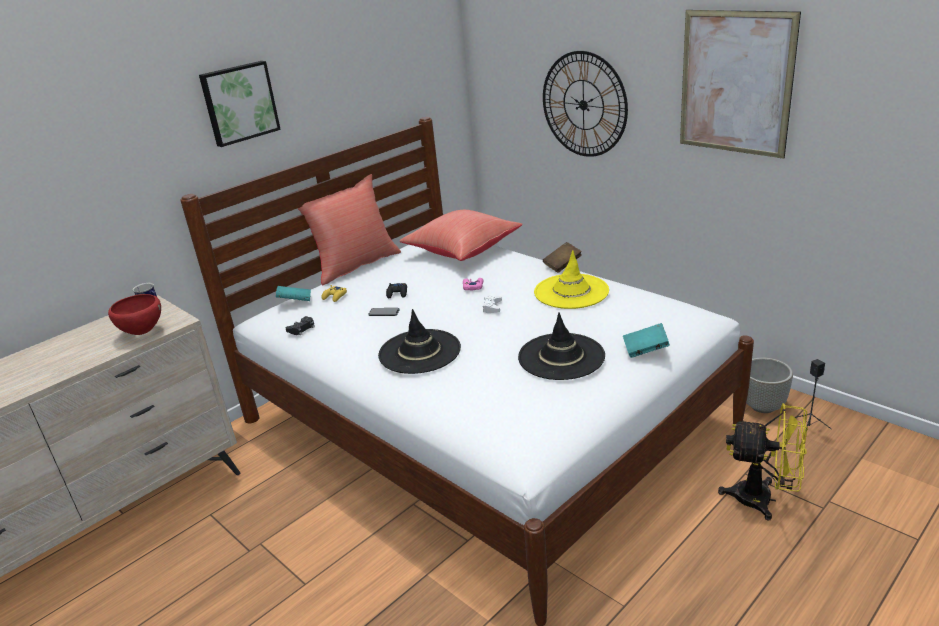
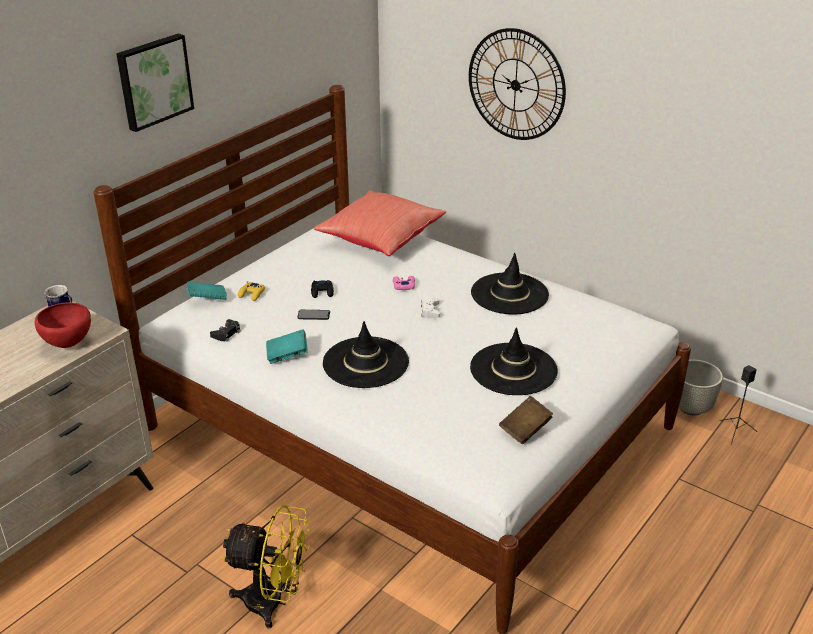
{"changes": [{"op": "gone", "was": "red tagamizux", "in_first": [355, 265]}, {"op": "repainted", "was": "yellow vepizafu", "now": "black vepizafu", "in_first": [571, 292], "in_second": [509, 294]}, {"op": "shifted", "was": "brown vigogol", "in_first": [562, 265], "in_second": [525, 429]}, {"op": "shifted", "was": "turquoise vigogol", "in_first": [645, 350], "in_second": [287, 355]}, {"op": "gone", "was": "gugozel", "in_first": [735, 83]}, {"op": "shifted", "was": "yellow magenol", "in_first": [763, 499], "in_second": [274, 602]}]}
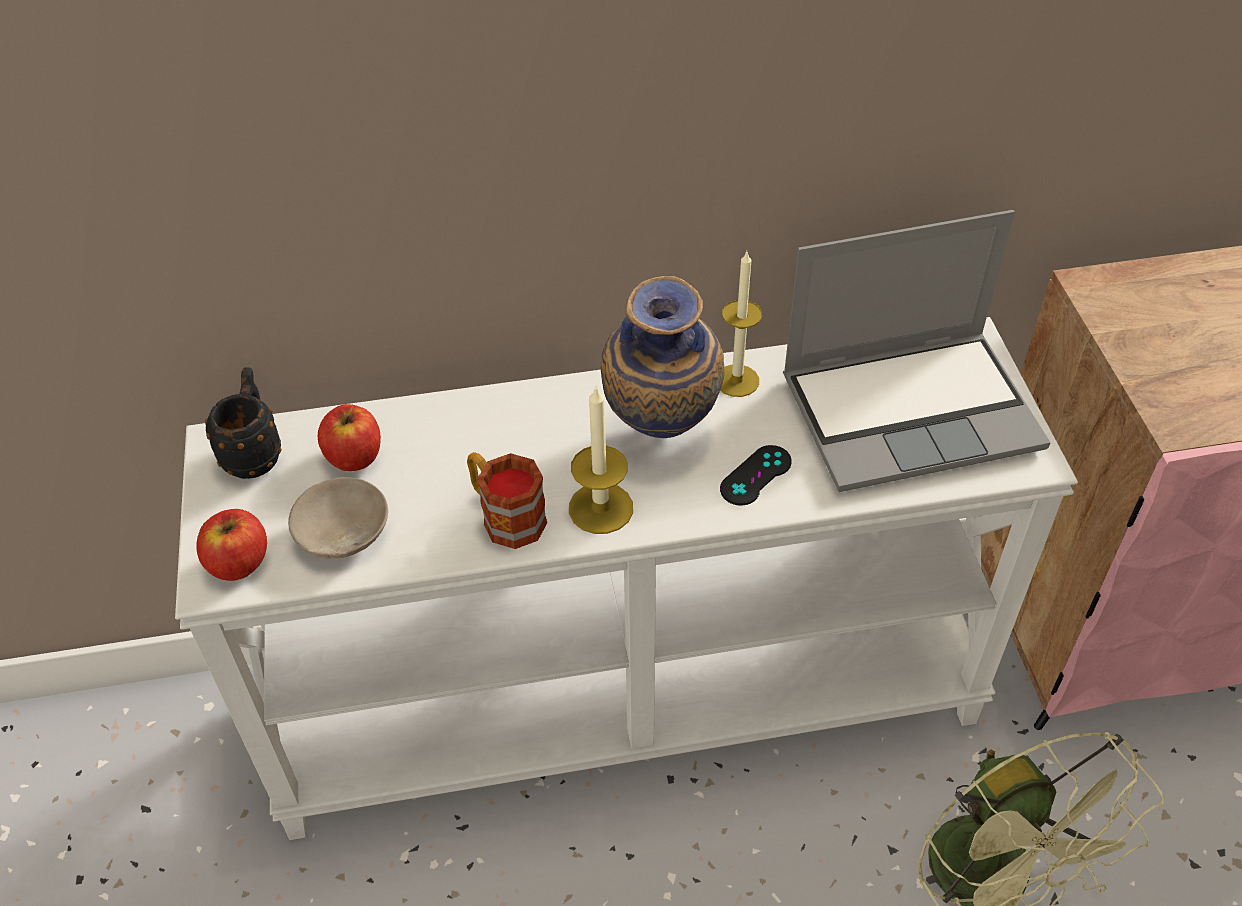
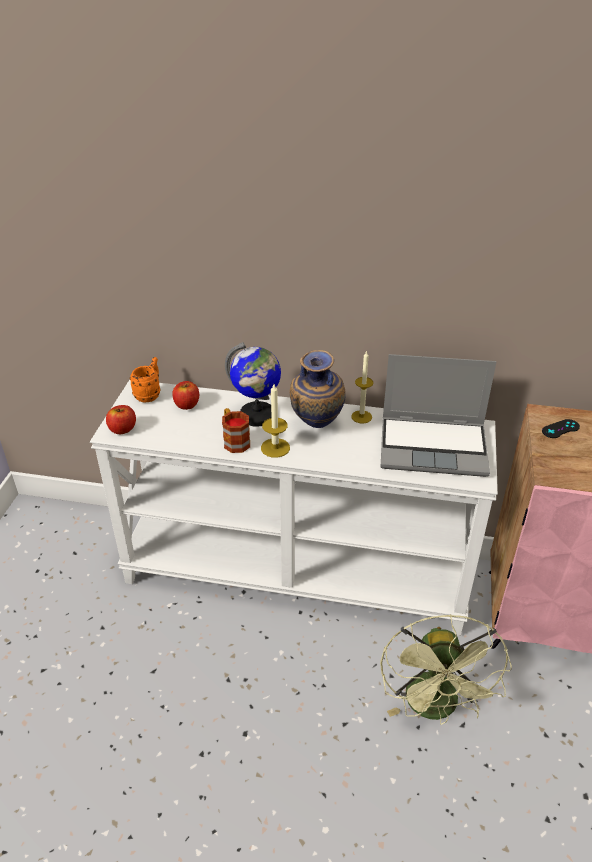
{"changes": [{"op": "repainted", "was": "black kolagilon", "now": "orange kolagilon", "in_first": [255, 452], "in_second": [150, 394]}, {"op": "gone", "was": "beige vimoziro", "in_first": [344, 531]}, {"op": "shifted", "was": "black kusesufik", "in_first": [756, 475], "in_second": [560, 429]}, {"op": "new", "now": "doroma", "in_second": [257, 416]}]}
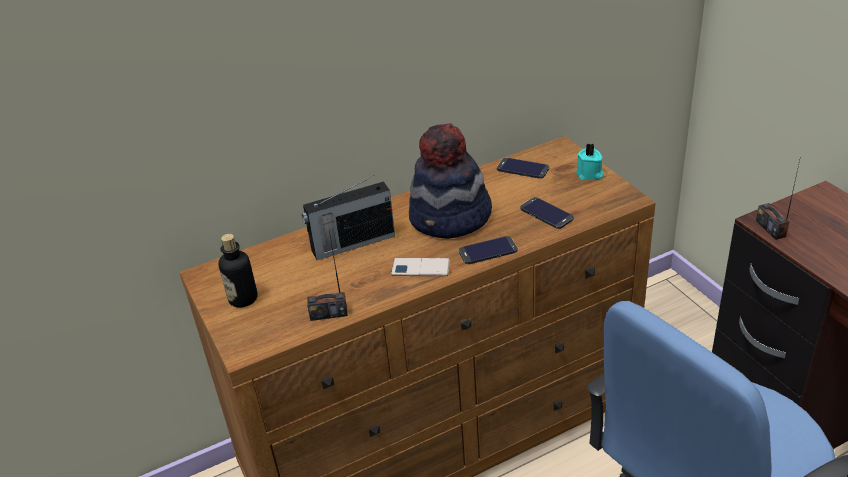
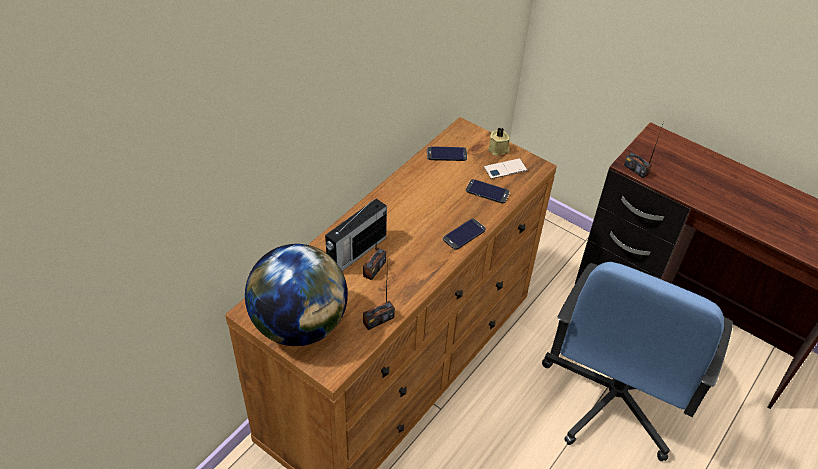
{"changes": [{"op": "swapped", "was": "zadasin", "now": "doroma", "in_first": [243, 298], "in_second": [300, 325]}, {"op": "shifted", "was": "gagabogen", "in_first": [420, 268], "in_second": [505, 169]}, {"op": "gone", "was": "vepizafu", "in_first": [450, 218]}, {"op": "repainted", "was": "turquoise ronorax", "now": "beige ronorax", "in_first": [590, 174], "in_second": [498, 149]}, {"op": "new", "now": "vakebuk", "in_second": [374, 268]}]}
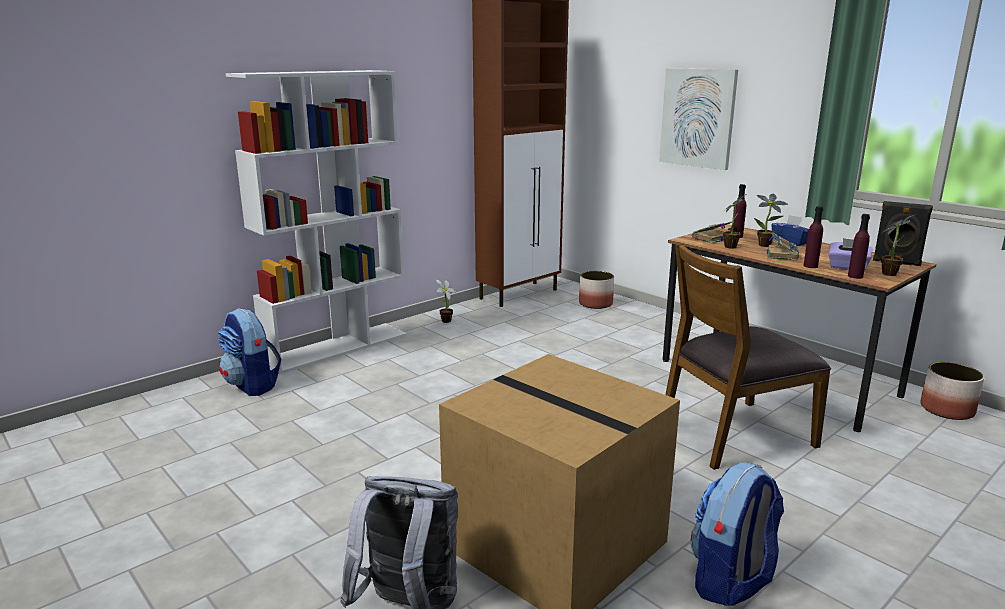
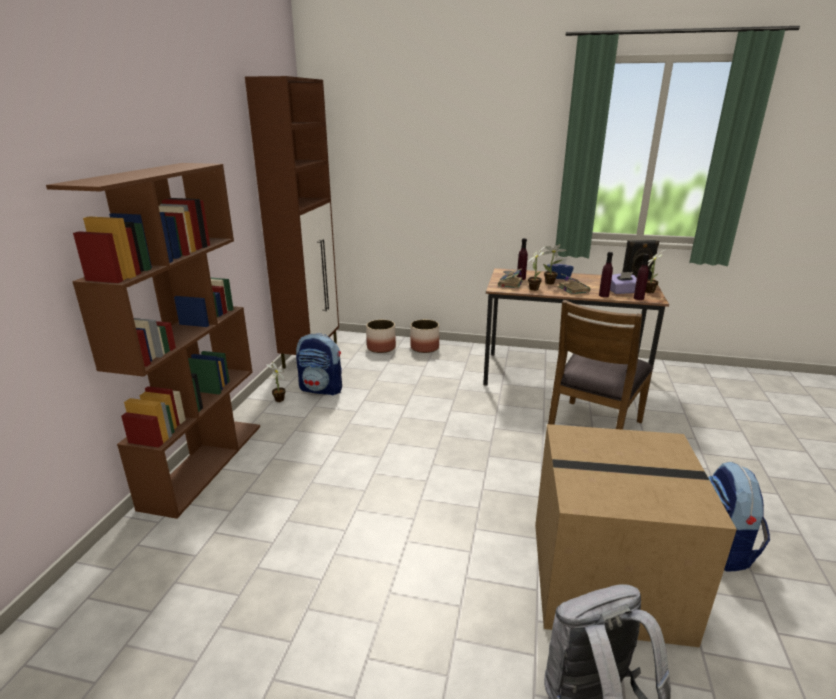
{"changes": [{"op": "shifted", "was": "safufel", "in_first": [252, 385], "in_second": [322, 389]}, {"op": "repainted", "was": "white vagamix", "now": "brown vagamix", "in_first": [337, 347], "in_second": [204, 463]}, {"op": "gone", "was": "gugozel", "in_first": [698, 118]}, {"op": "shifted", "was": "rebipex", "in_first": [947, 410], "in_second": [424, 347]}]}
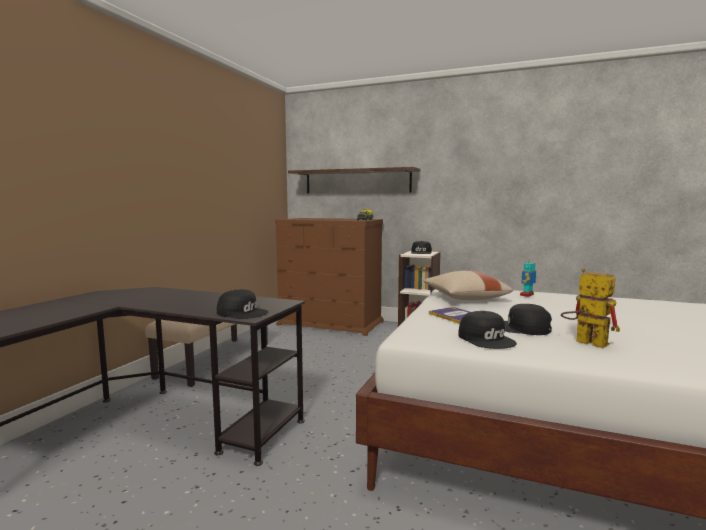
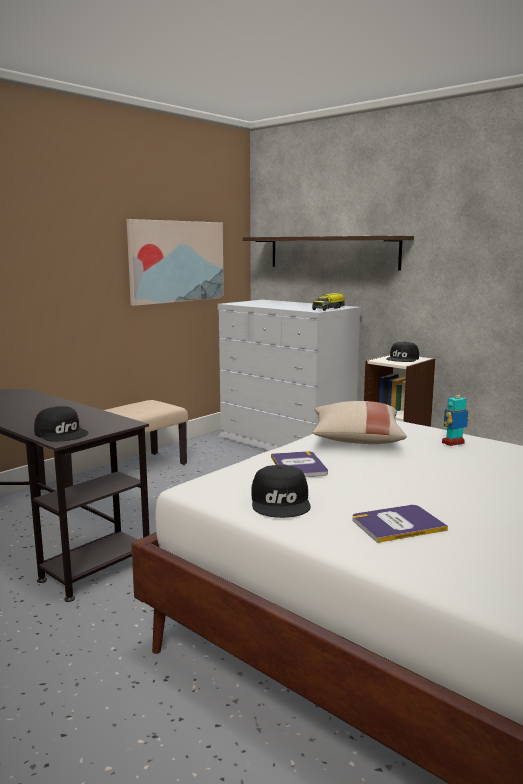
{"changes": [{"op": "repainted", "was": "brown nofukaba", "now": "white nofukaba", "in_first": [331, 323], "in_second": [287, 443]}, {"op": "gone", "was": "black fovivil", "in_first": [522, 328]}, {"op": "swapped", "was": "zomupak", "now": "vigogol", "in_first": [584, 342], "in_second": [397, 524]}, {"op": "new", "now": "gugozel", "in_second": [176, 261]}]}
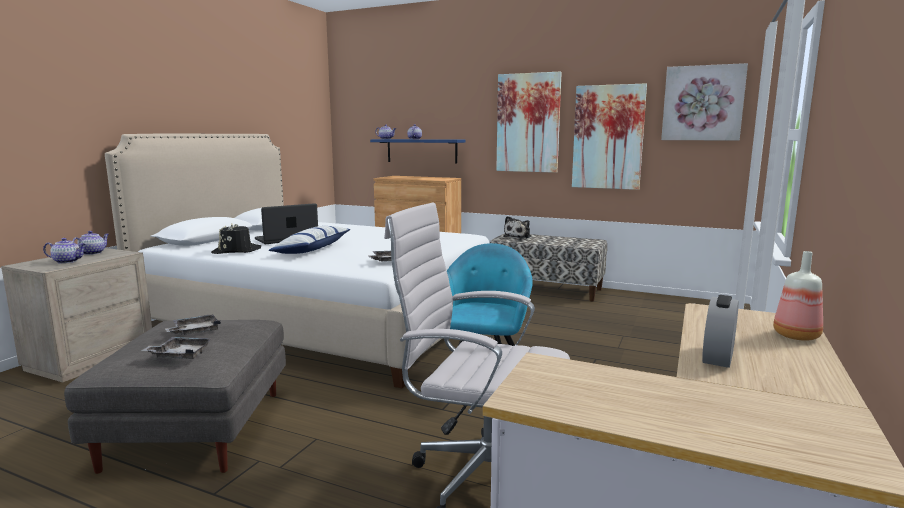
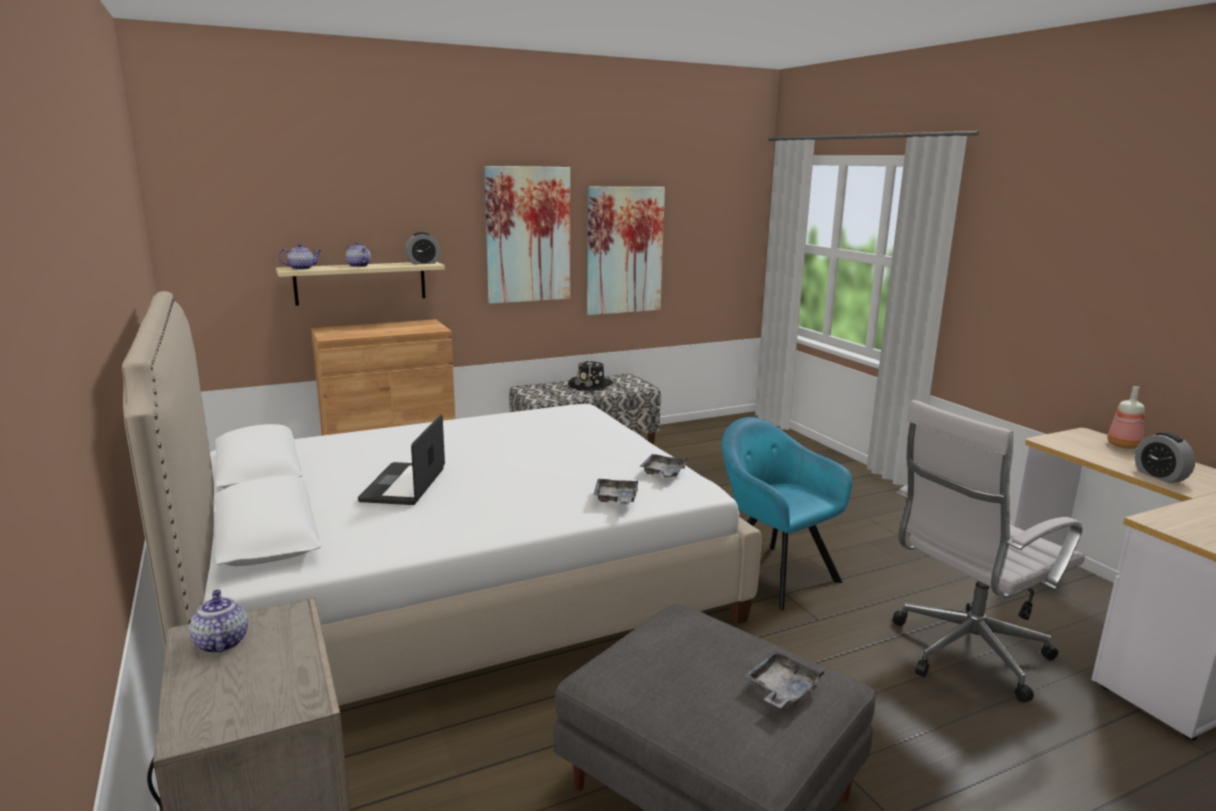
{"changes": [{"op": "gone", "was": "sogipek", "in_first": [68, 261]}, {"op": "shifted", "was": "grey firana", "in_first": [195, 331], "in_second": [616, 499]}, {"op": "shifted", "was": "black vepizafu", "in_first": [236, 251], "in_second": [591, 385]}, {"op": "gone", "was": "tagamizux", "in_first": [312, 249]}, {"op": "repainted", "was": "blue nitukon", "now": "beige nitukon", "in_first": [421, 151], "in_second": [361, 283]}, {"op": "gone", "was": "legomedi", "in_first": [518, 236]}, {"op": "gone", "was": "gugozel", "in_first": [702, 103]}, {"op": "new", "now": "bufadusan", "in_second": [423, 263]}]}
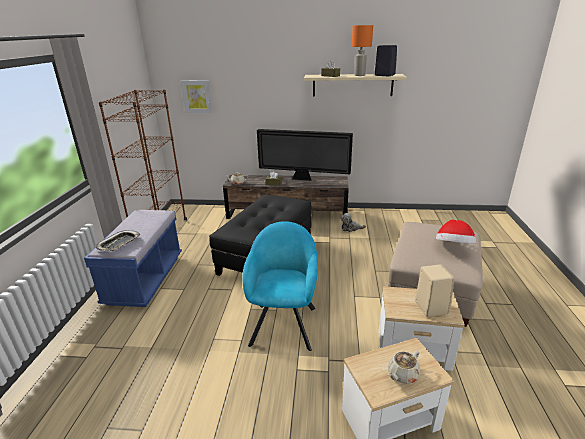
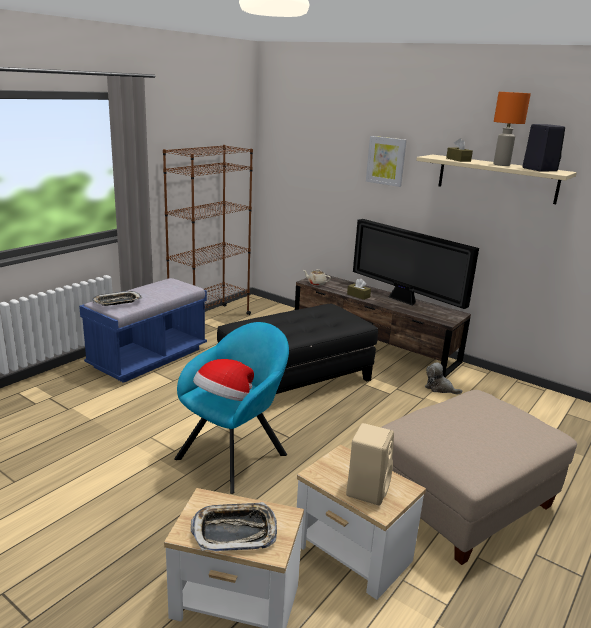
{"changes": [{"op": "shifted", "was": "gugozel", "in_first": [197, 96], "in_second": [386, 161]}, {"op": "swapped", "was": "beige sogipek", "now": "firana", "in_first": [402, 374], "in_second": [234, 531]}, {"op": "shifted", "was": "vepizafu", "in_first": [453, 247], "in_second": [223, 400]}]}
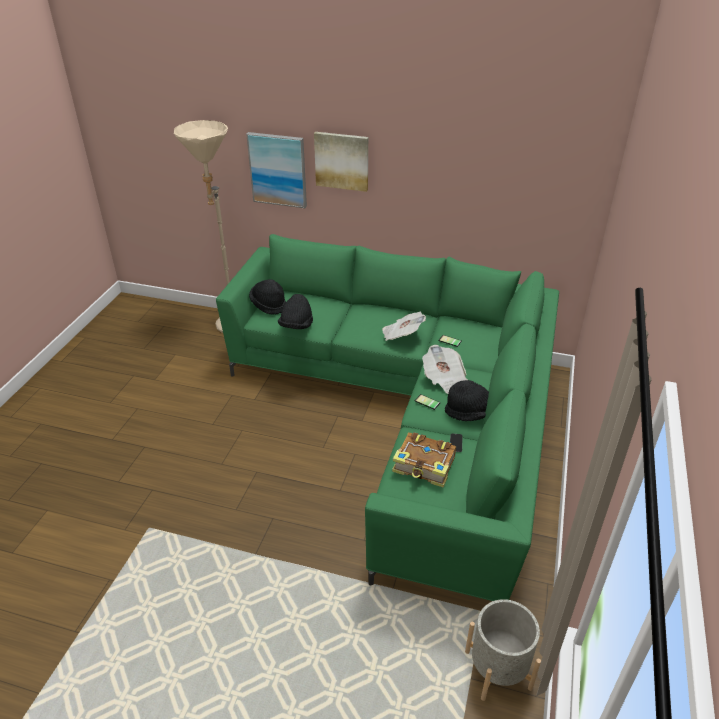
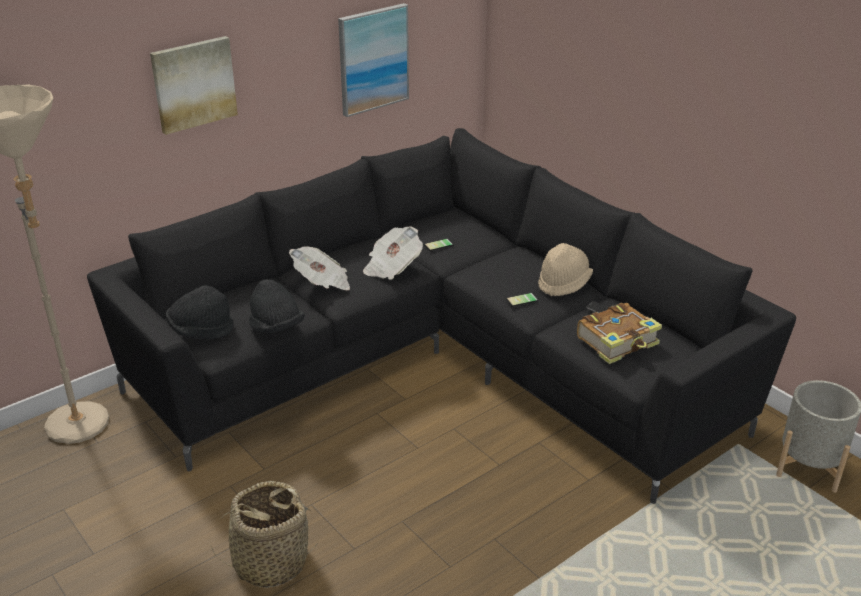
{"changes": [{"op": "repainted", "was": "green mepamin", "now": "black mepamin", "in_first": [410, 416], "in_second": [438, 362]}, {"op": "shifted", "was": "gugozel", "in_first": [278, 170], "in_second": [373, 59]}, {"op": "shifted", "was": "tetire", "in_first": [444, 379], "in_second": [322, 283]}, {"op": "repainted", "was": "black vepizafu", "now": "beige vepizafu", "in_first": [469, 412], "in_second": [564, 283]}, {"op": "new", "now": "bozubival", "in_second": [270, 562]}]}
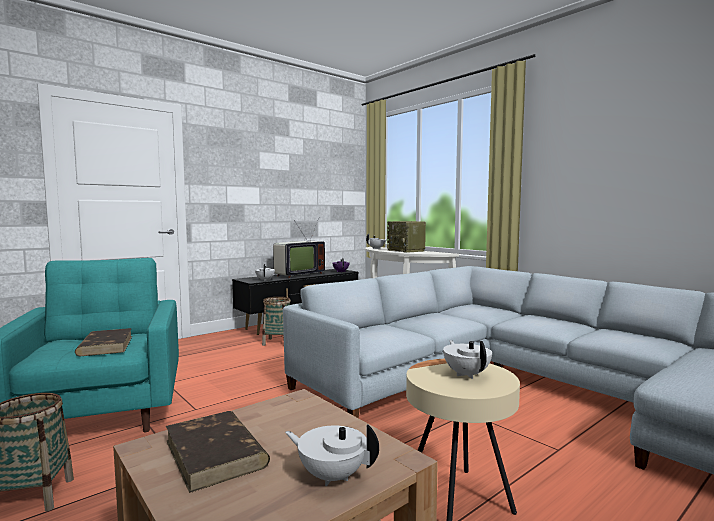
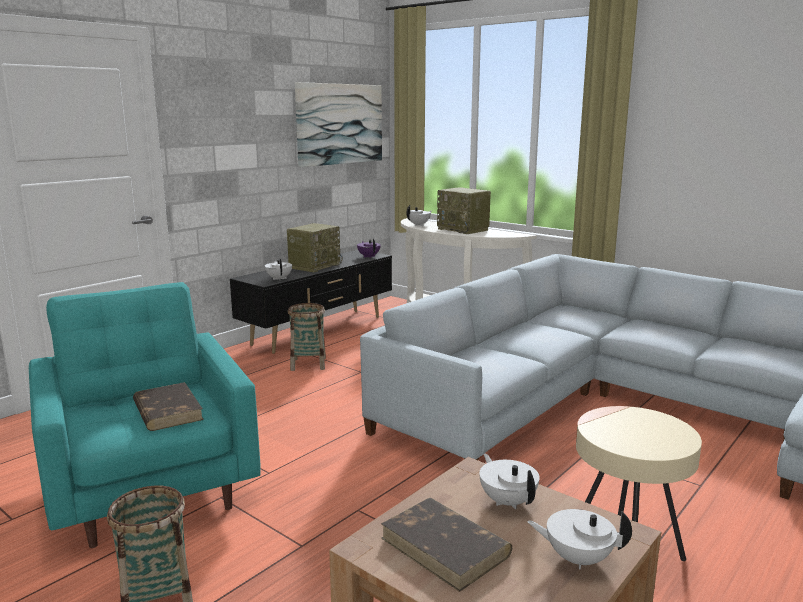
{"changes": [{"op": "swapped", "was": "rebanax", "now": "vakebuk", "in_first": [297, 275], "in_second": [315, 266]}, {"op": "shifted", "was": "white sogipek", "in_first": [466, 374], "in_second": [507, 501]}, {"op": "new", "now": "gugozel", "in_second": [340, 124]}]}
